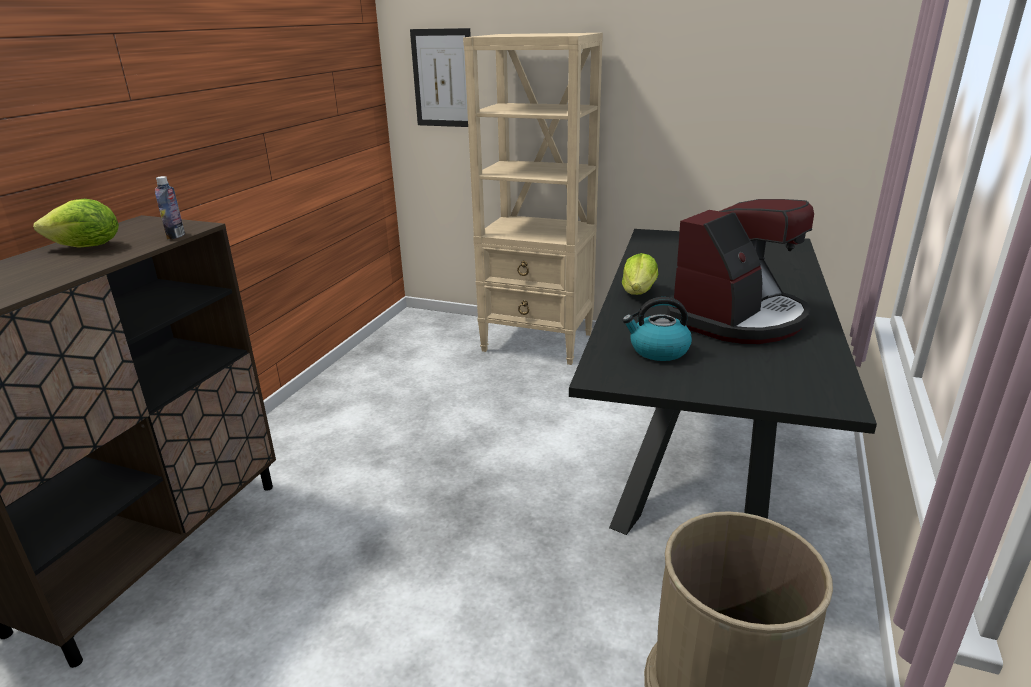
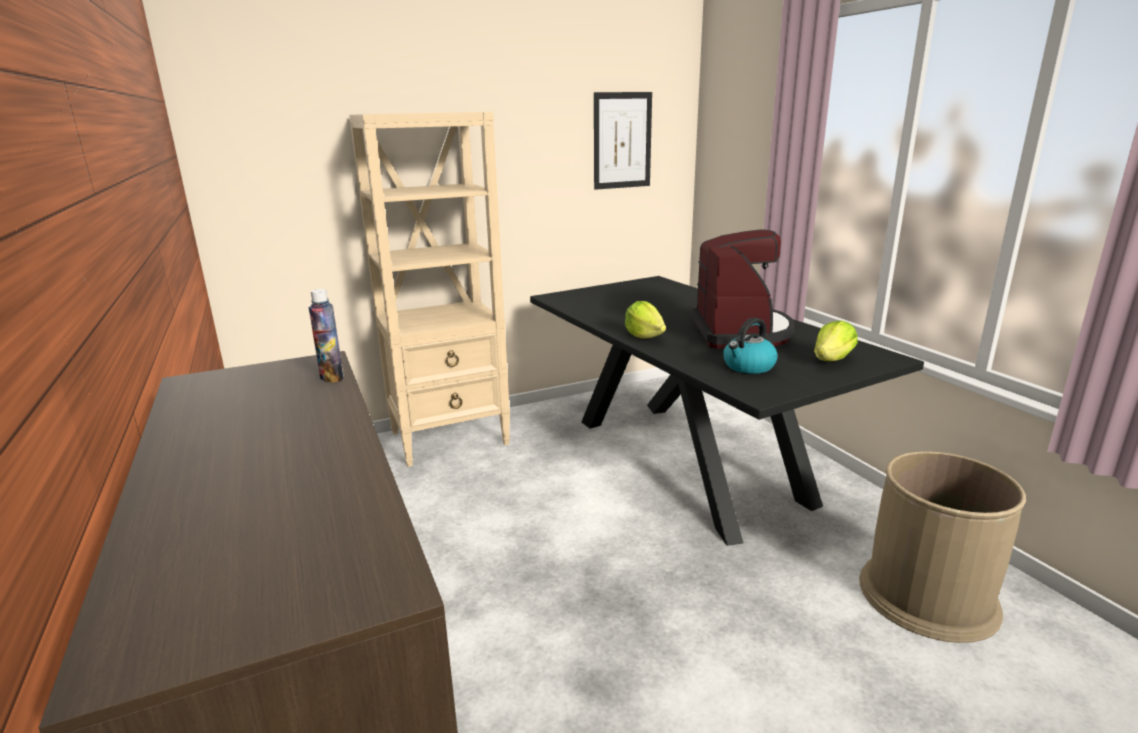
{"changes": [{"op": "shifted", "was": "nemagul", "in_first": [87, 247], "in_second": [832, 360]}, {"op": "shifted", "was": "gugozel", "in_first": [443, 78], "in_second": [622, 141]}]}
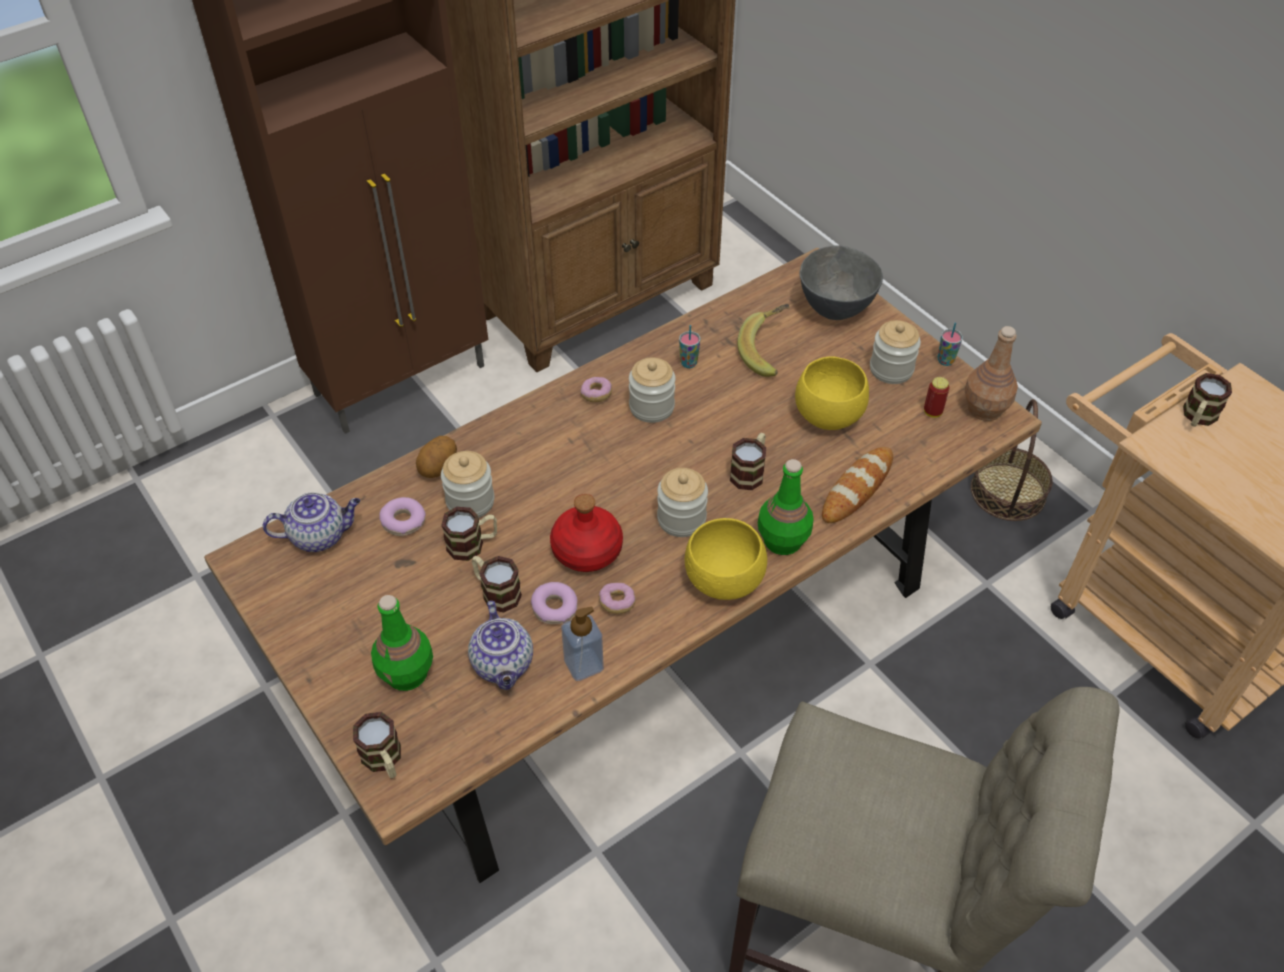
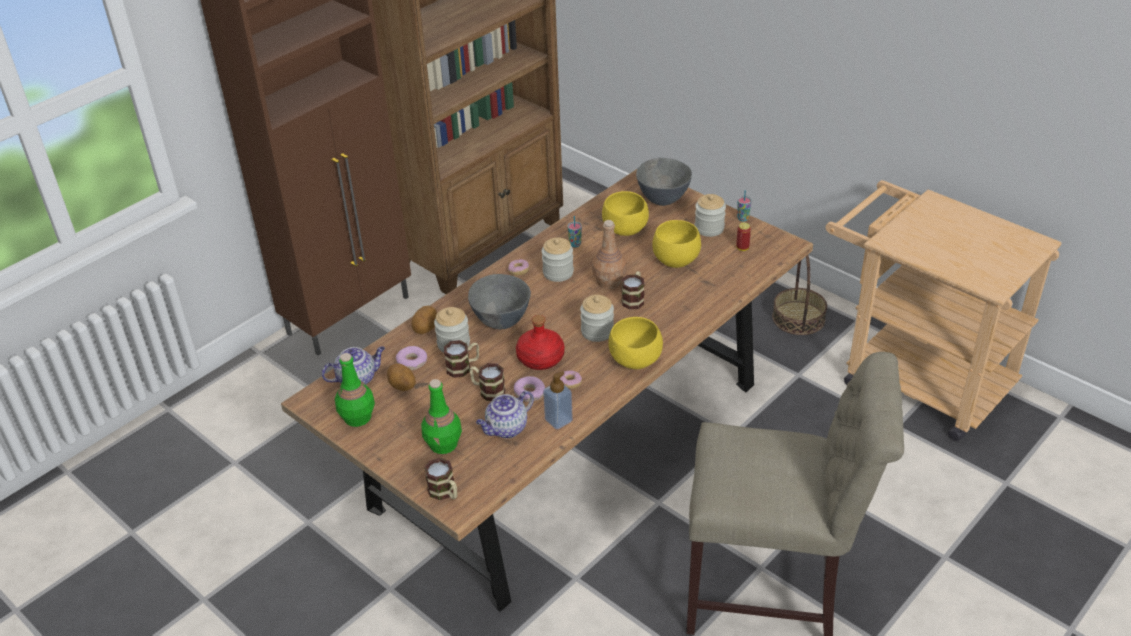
{"changes": [{"op": "rotated", "was": "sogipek", "in_first": [504, 665], "in_second": [506, 429], "clockwise": 75}, {"op": "swapped", "was": "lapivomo", "now": "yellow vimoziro", "in_first": [769, 352], "in_second": [626, 230]}, {"op": "shifted", "was": "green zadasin", "in_first": [782, 540], "in_second": [357, 417]}, {"op": "gone", "was": "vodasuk", "in_first": [857, 488]}, {"op": "shifted", "was": "brown zadasin", "in_first": [985, 408], "in_second": [609, 281]}, {"op": "gone", "was": "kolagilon", "in_first": [1197, 417]}, {"op": "new", "now": "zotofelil", "in_second": [402, 387]}, {"op": "new", "now": "grey vimoziro", "in_second": [502, 322]}]}
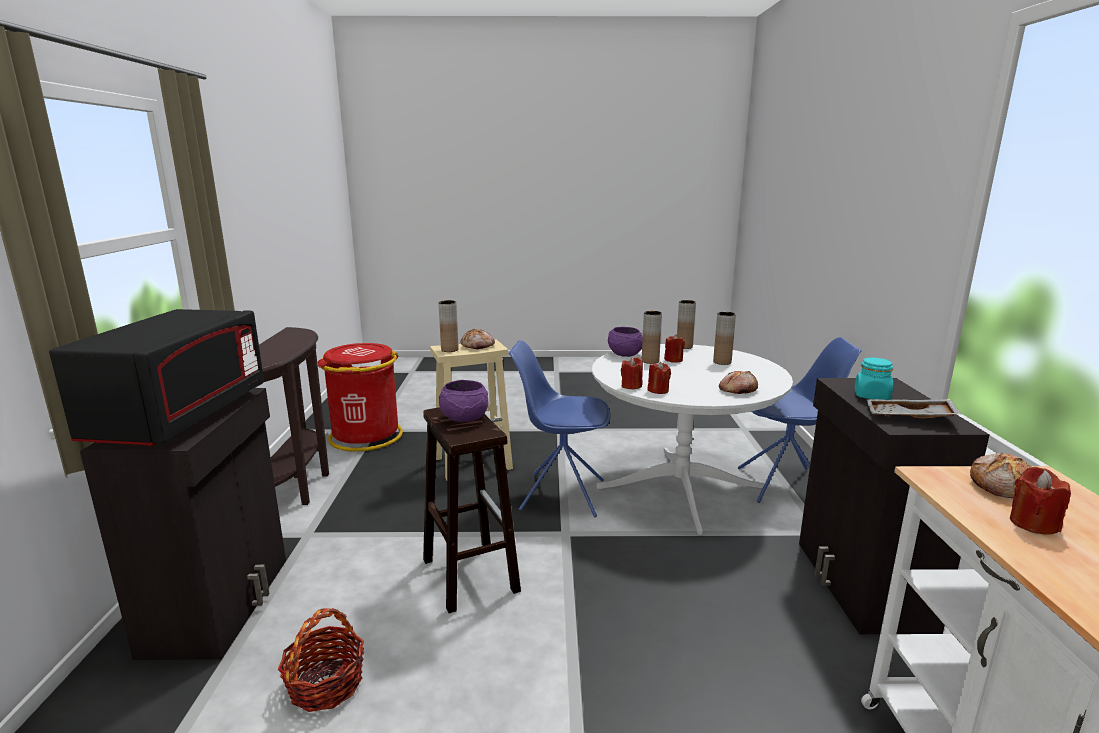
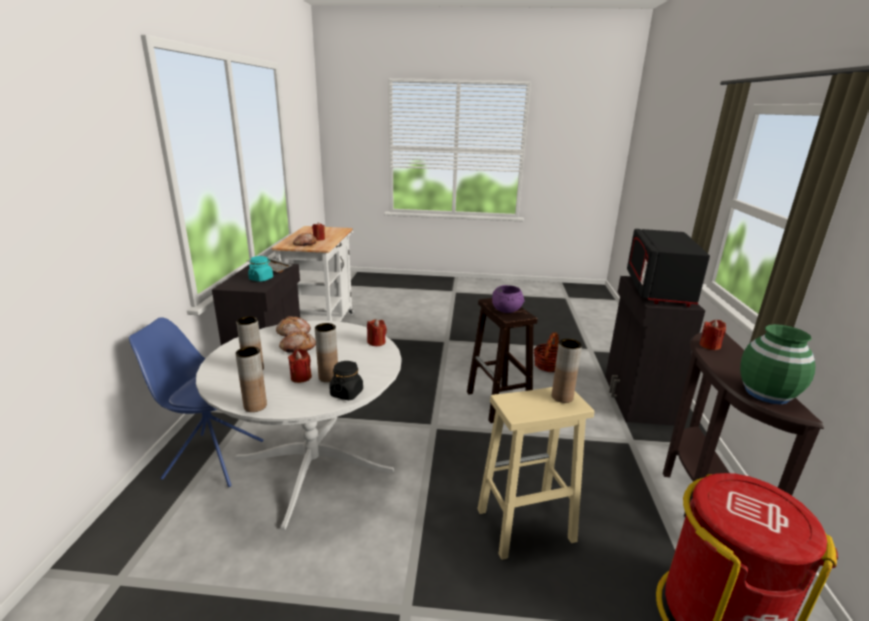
{"changes": [{"op": "shifted", "was": "vodasuk", "in_first": [478, 346], "in_second": [297, 348]}, {"op": "gone", "was": "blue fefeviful", "in_first": [560, 494]}, {"op": "swapped", "was": "purple vimoziro", "now": "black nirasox", "in_first": [624, 354], "in_second": [346, 393]}, {"op": "shifted", "was": "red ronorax", "in_first": [658, 390], "in_second": [709, 346]}, {"op": "new", "now": "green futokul", "in_second": [767, 393]}]}
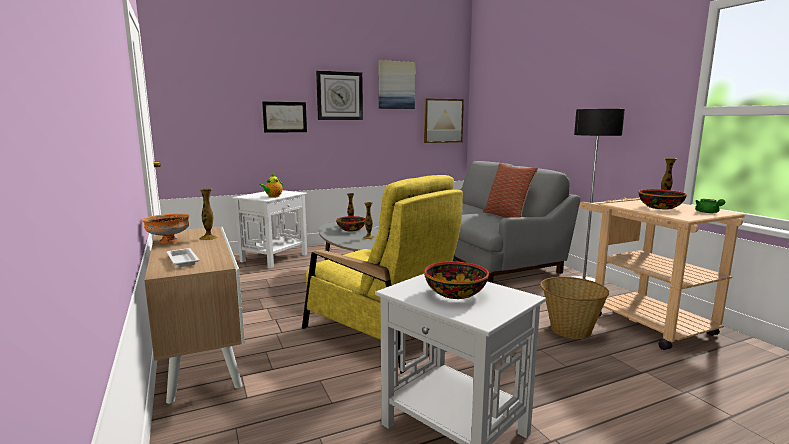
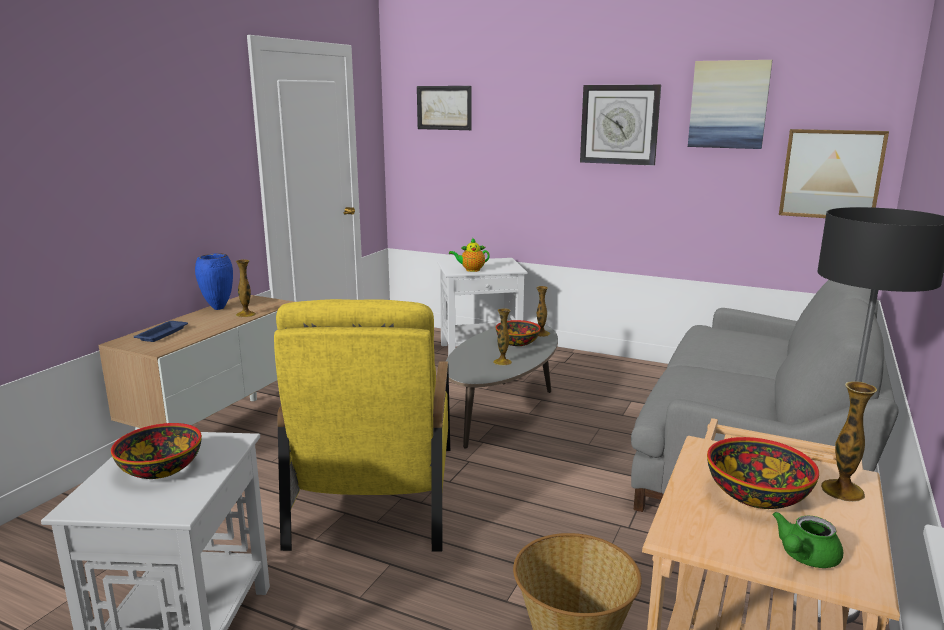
{"changes": [{"op": "swapped", "was": "orange vimoziro", "now": "blue futokul", "in_first": [168, 241], "in_second": [217, 308]}, {"op": "repainted", "was": "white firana", "now": "blue firana", "in_first": [182, 260], "in_second": [163, 334]}, {"op": "shifted", "was": "gugozel", "in_first": [285, 117], "in_second": [444, 107]}, {"op": "gone", "was": "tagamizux", "in_first": [507, 216]}]}
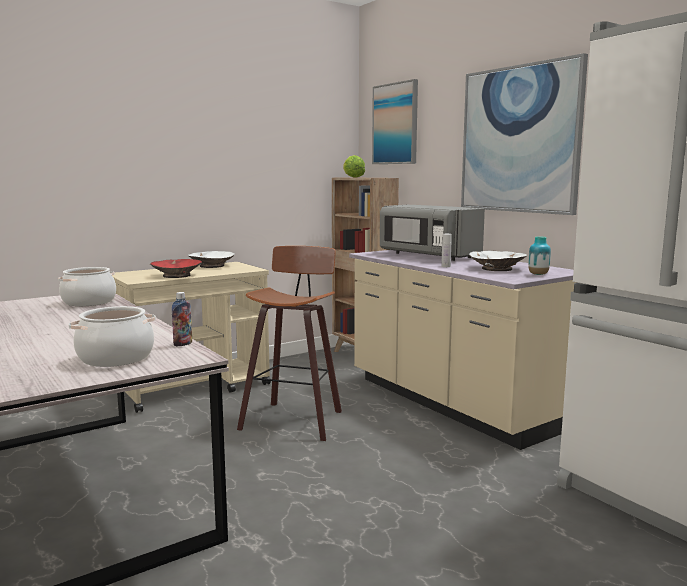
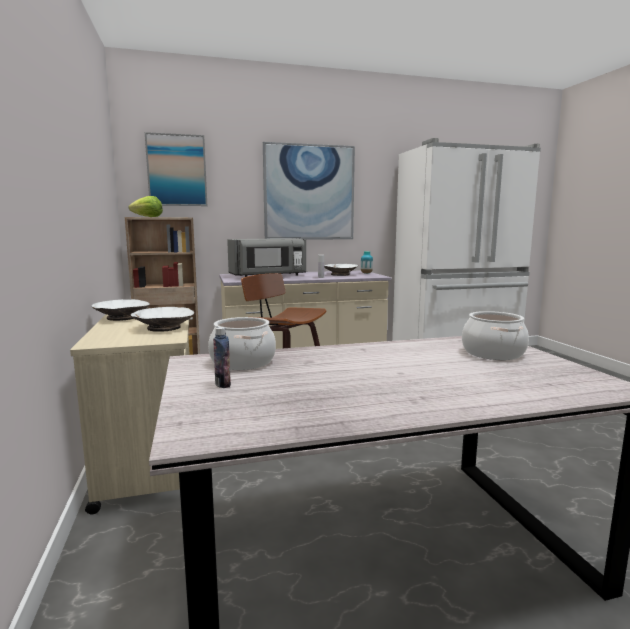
{"changes": [{"op": "repainted", "was": "red vimoziro", "now": "white vimoziro", "in_first": [176, 275], "in_second": [163, 328]}, {"op": "shifted", "was": "zadasin", "in_first": [183, 344], "in_second": [222, 384]}]}
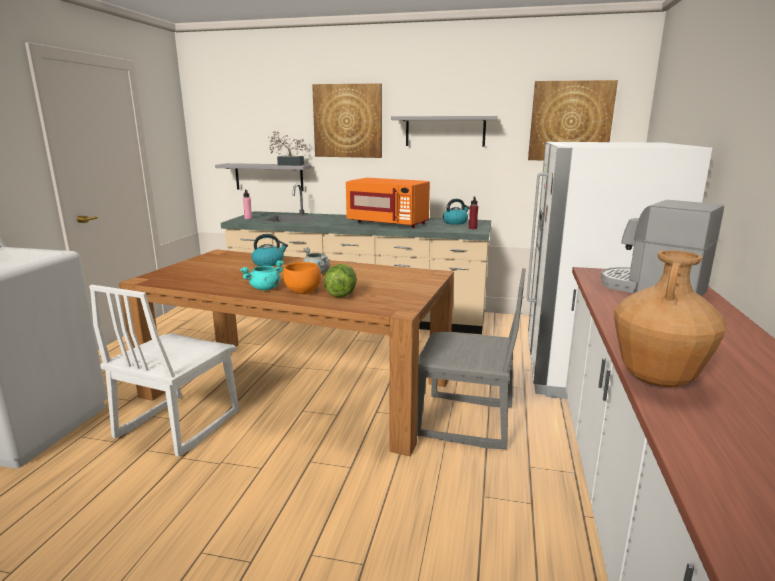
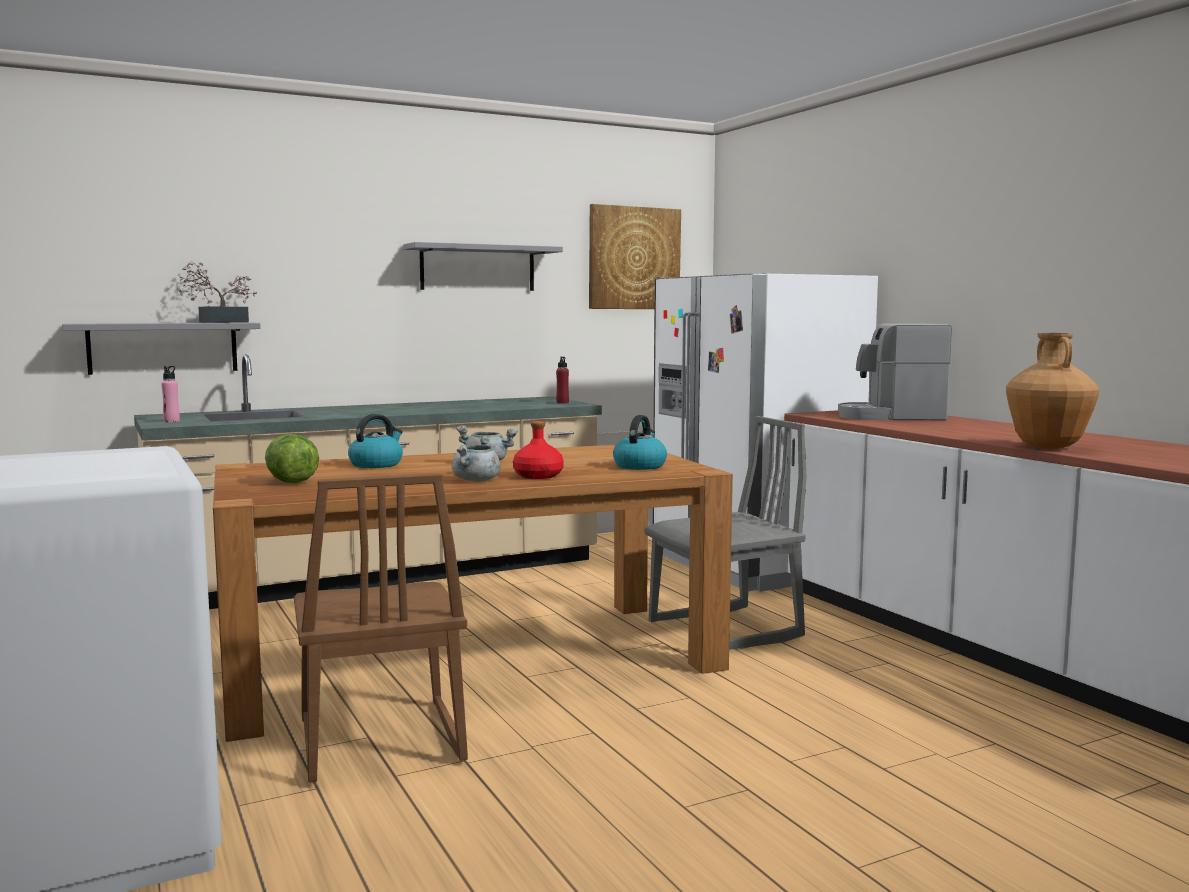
{"changes": [{"op": "repainted", "was": "white fefeviful", "now": "brown fefeviful", "in_first": [177, 425], "in_second": [378, 742]}, {"op": "repainted", "was": "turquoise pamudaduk", "now": "grey pamudaduk", "in_first": [264, 288], "in_second": [476, 480]}, {"op": "swapped", "was": "orange vimoziro", "now": "red zadasin", "in_first": [303, 292], "in_second": [539, 476]}, {"op": "gone", "was": "gugozel", "in_first": [348, 121]}, {"op": "shifted", "was": "nemagul", "in_first": [341, 294], "in_second": [291, 482]}, {"op": "gone", "was": "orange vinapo", "in_first": [388, 223]}, {"op": "shifted", "was": "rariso", "in_first": [455, 222], "in_second": [639, 466]}]}
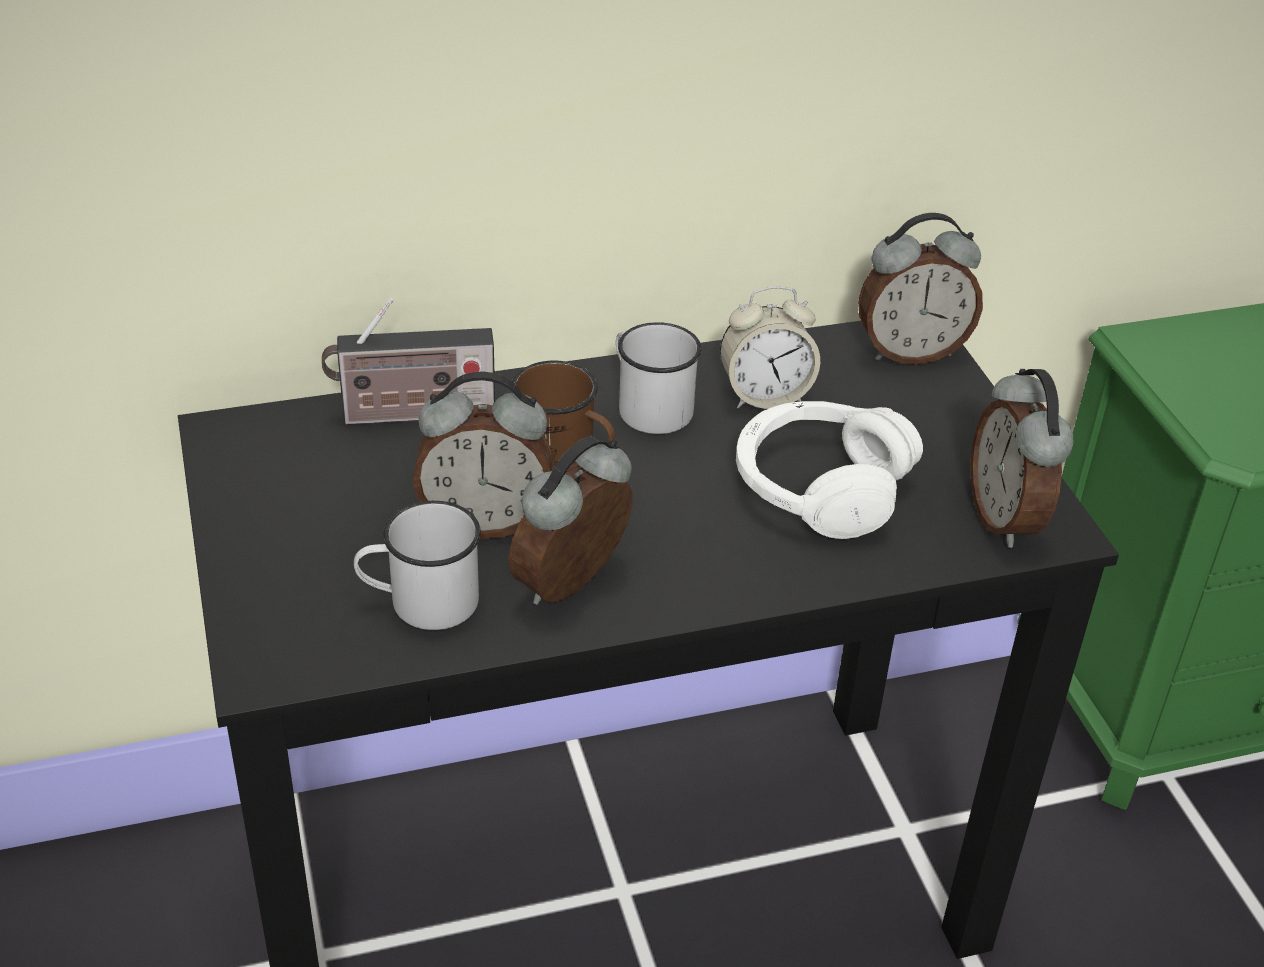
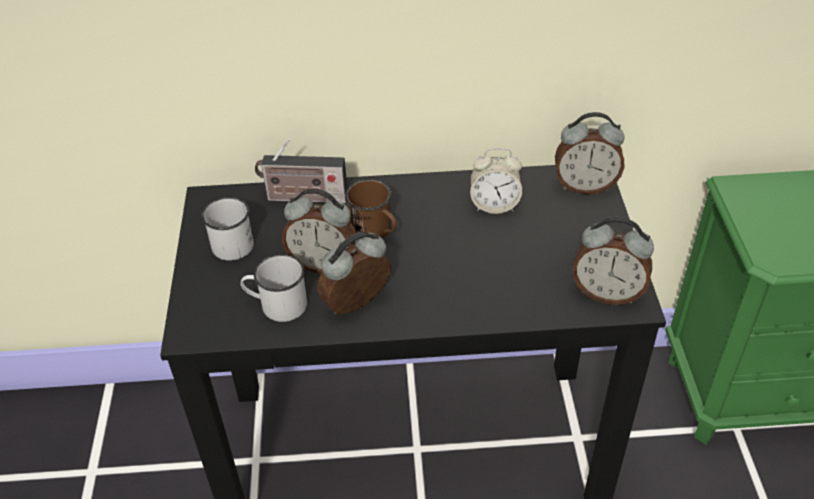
{"changes": [{"op": "shifted", "was": "white kolagilon", "in_first": [648, 405], "in_second": [230, 241]}, {"op": "gone", "was": "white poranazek", "in_first": [819, 487]}, {"op": "rotated", "was": "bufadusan", "in_first": [1006, 519], "in_second": [607, 293], "clockwise": -75}]}
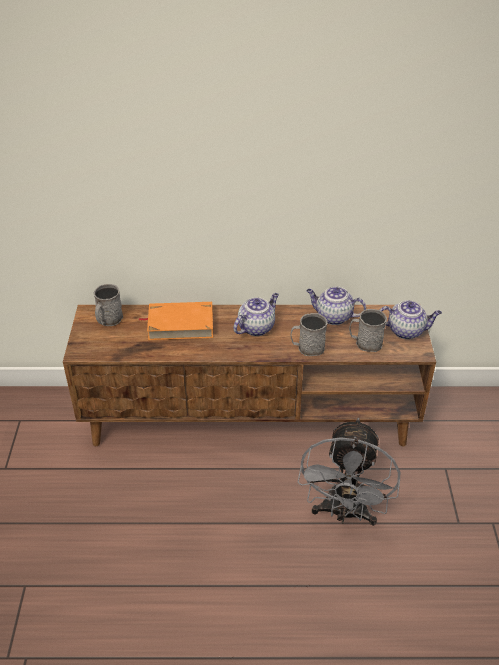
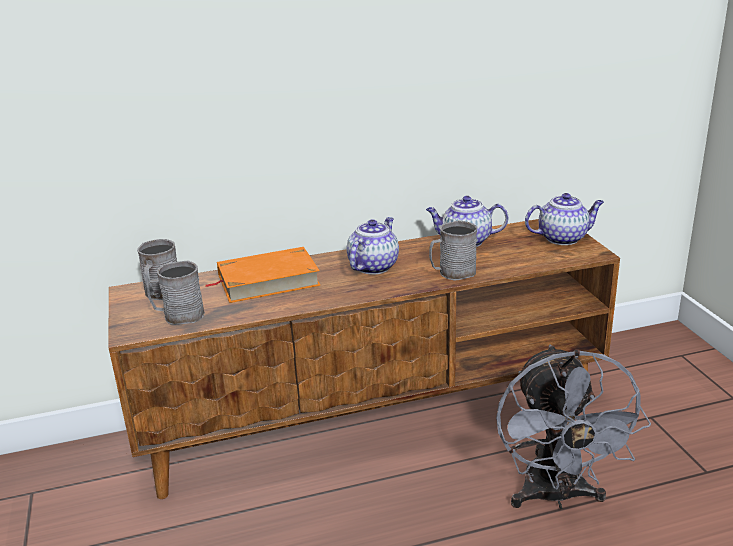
{"changes": [{"op": "shifted", "was": "grey kolagilon", "in_first": [365, 343], "in_second": [178, 316]}]}
